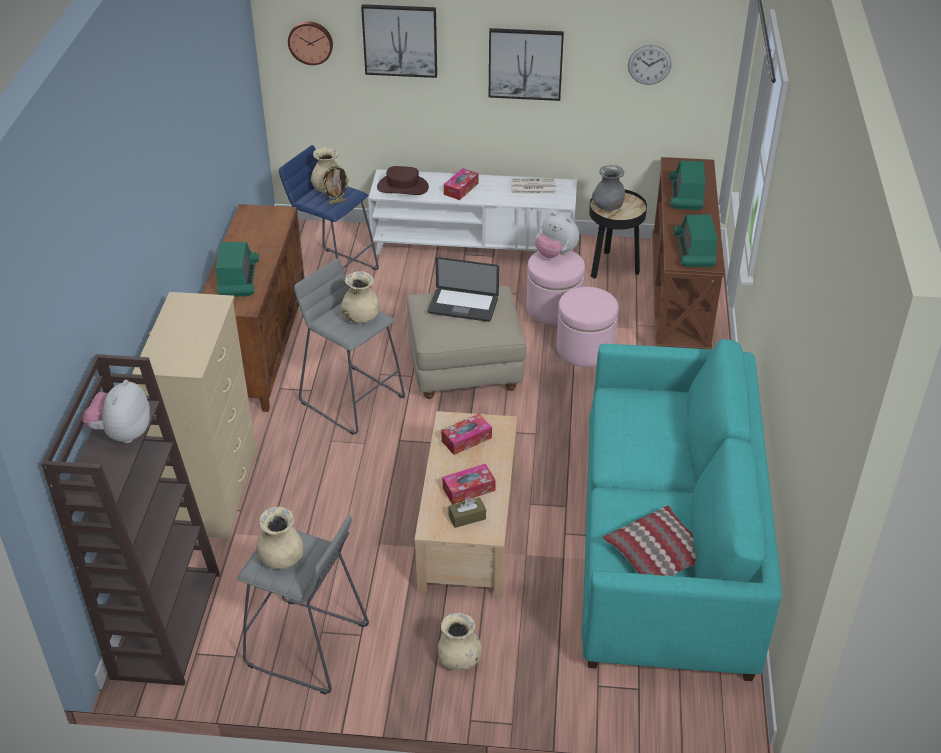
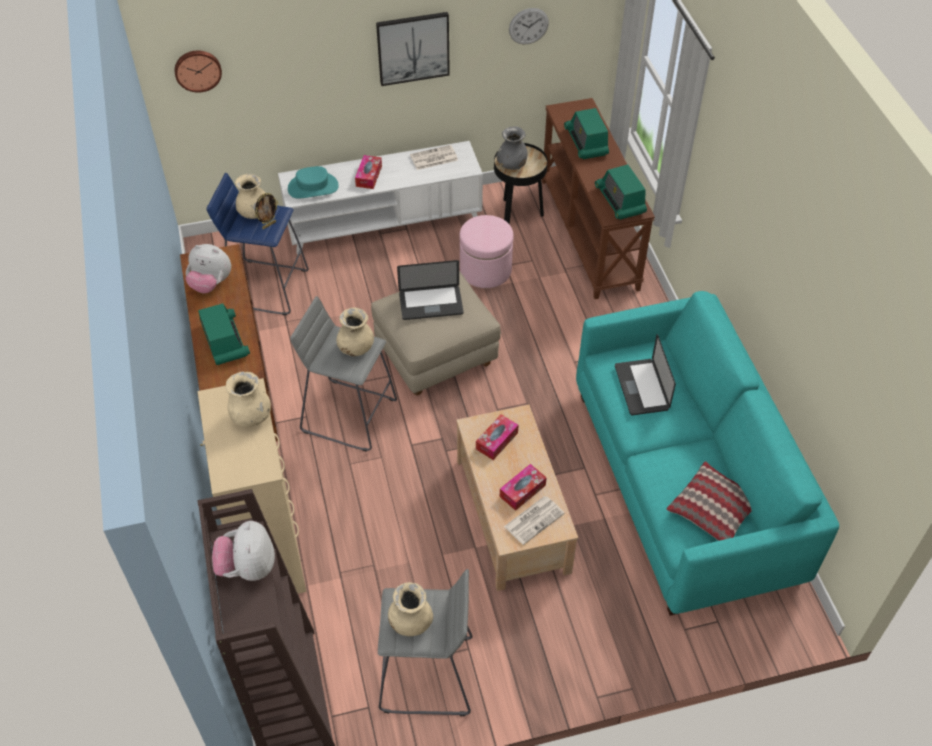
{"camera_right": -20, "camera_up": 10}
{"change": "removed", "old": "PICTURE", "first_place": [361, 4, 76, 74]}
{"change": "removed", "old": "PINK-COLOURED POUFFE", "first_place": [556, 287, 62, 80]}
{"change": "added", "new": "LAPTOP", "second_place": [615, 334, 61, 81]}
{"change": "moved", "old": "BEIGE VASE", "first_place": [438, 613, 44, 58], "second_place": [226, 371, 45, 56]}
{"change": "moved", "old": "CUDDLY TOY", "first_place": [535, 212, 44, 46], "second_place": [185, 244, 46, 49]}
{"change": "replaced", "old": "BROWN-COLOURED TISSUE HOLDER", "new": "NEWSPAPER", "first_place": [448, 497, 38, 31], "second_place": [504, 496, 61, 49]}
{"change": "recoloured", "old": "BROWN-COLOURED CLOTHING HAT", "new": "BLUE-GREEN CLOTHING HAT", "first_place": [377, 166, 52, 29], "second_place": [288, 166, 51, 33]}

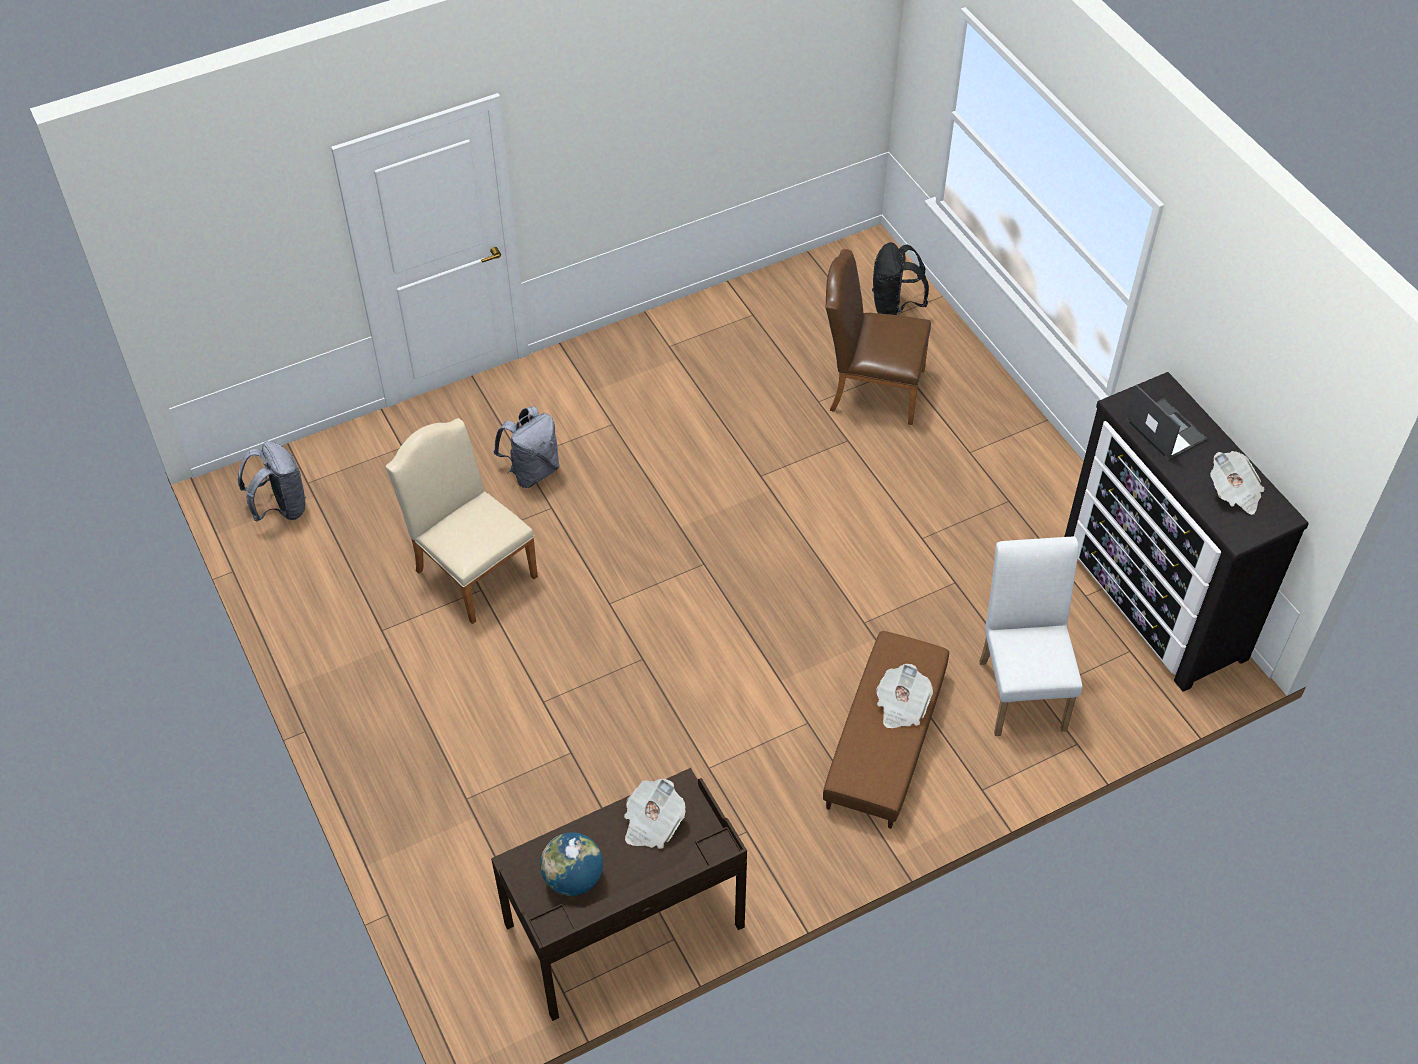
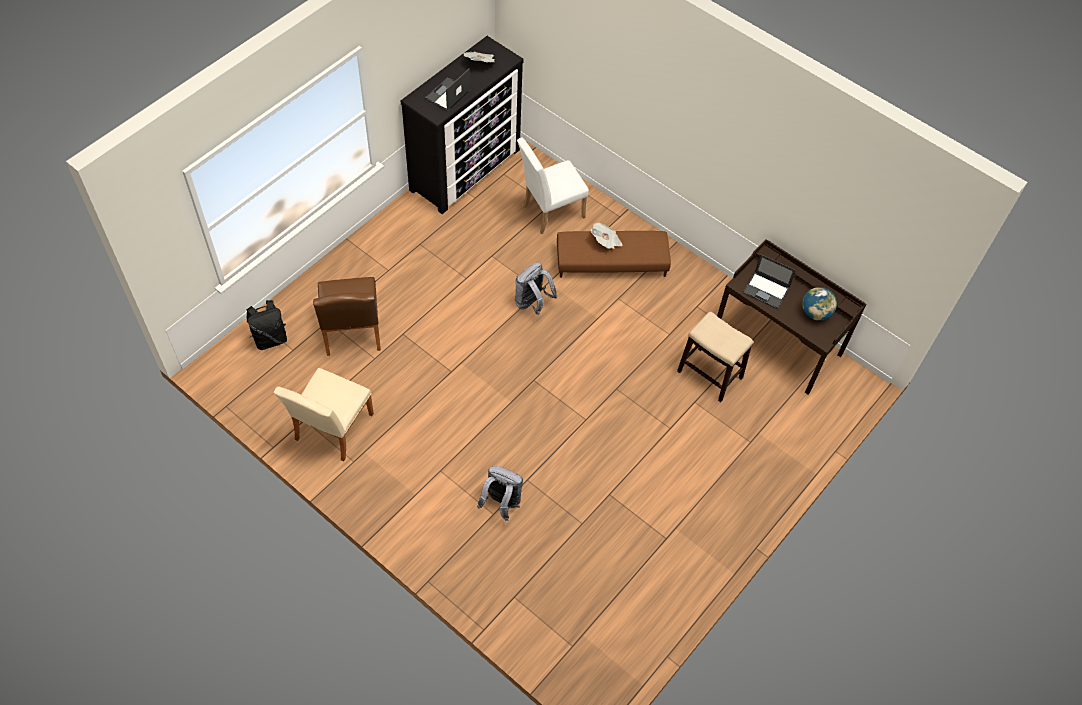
{"camera_right": -115, "camera_up": 5}
{"change": "added", "new": "STOOL SEAT", "second_place": [677, 312, 76, 90]}
{"change": "moved", "old": "GREY RUCKSACK", "first_place": [238, 441, 68, 81], "second_place": [515, 262, 42, 53]}
{"change": "moved", "old": "BEIGE PLAIN CHAIR", "first_place": [385, 418, 153, 206], "second_place": [274, 368, 100, 93]}
{"change": "replaced", "old": "NEWSPAPER", "new": "LAPTOP", "first_place": [624, 779, 62, 70], "second_place": [743, 254, 53, 55]}

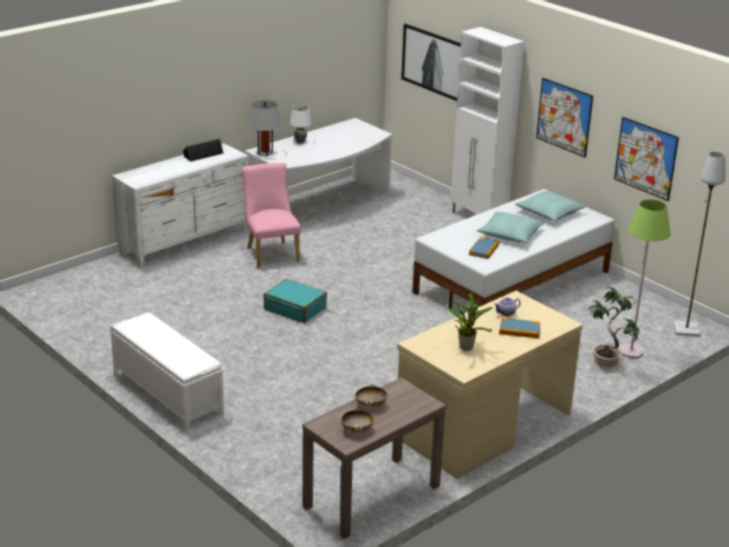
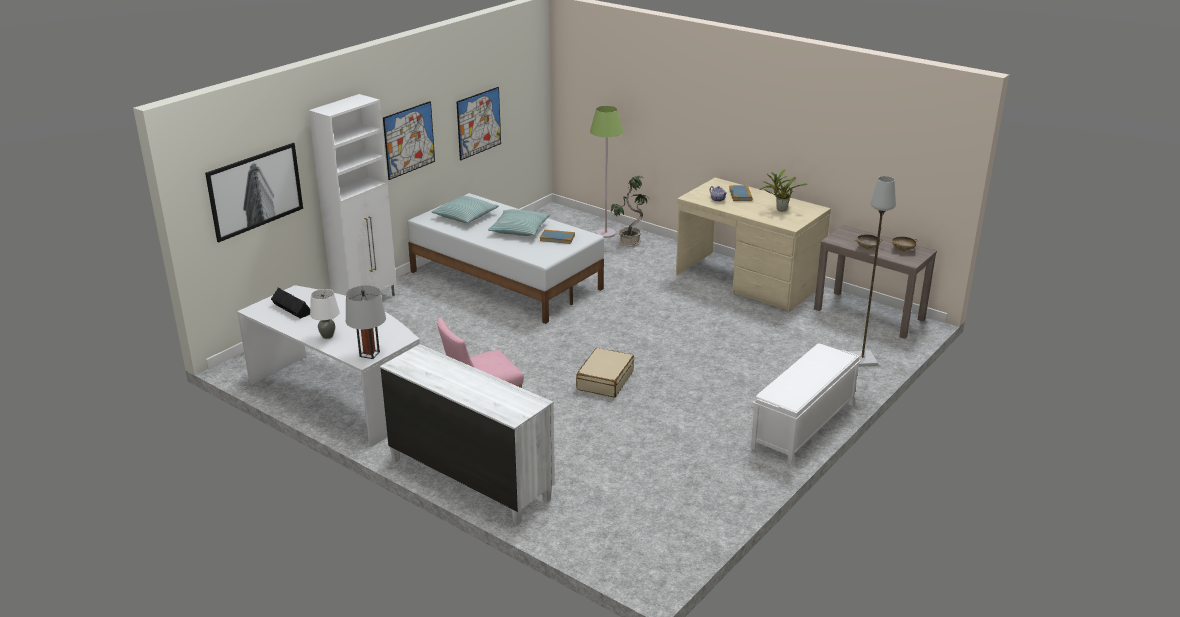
{"camera_right": -100, "camera_up": 0}
{"change": "moved", "old": "BLACK SPEAKER", "first_place": [183, 139, 41, 23], "second_place": [271, 287, 39, 32]}
{"change": "moved", "old": "GREY STANDING LAMP", "first_place": [673, 152, 52, 185], "second_place": [847, 176, 49, 191]}
{"change": "recoloured", "old": "BLUE-GREEN TRAVEL CASE", "new": "BEIGE TRAVEL CASE", "first_place": [263, 279, 64, 44], "second_place": [576, 348, 58, 49]}

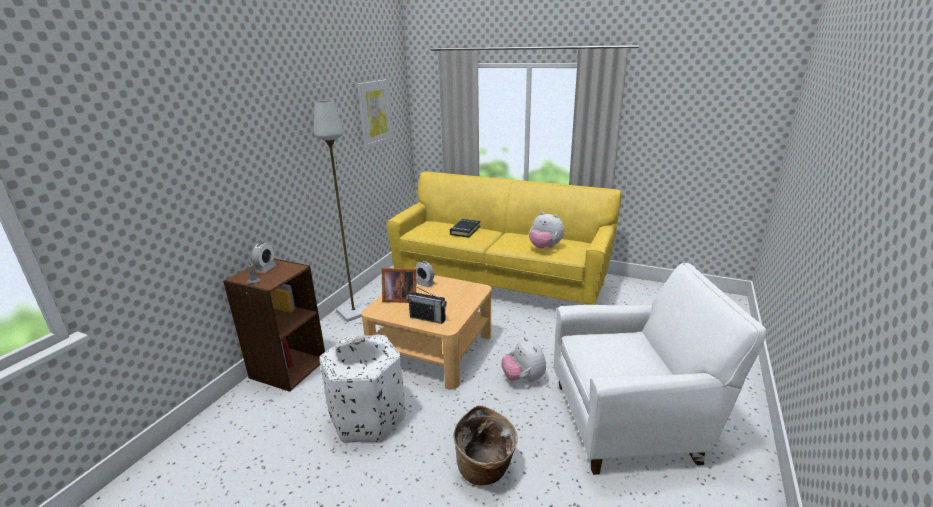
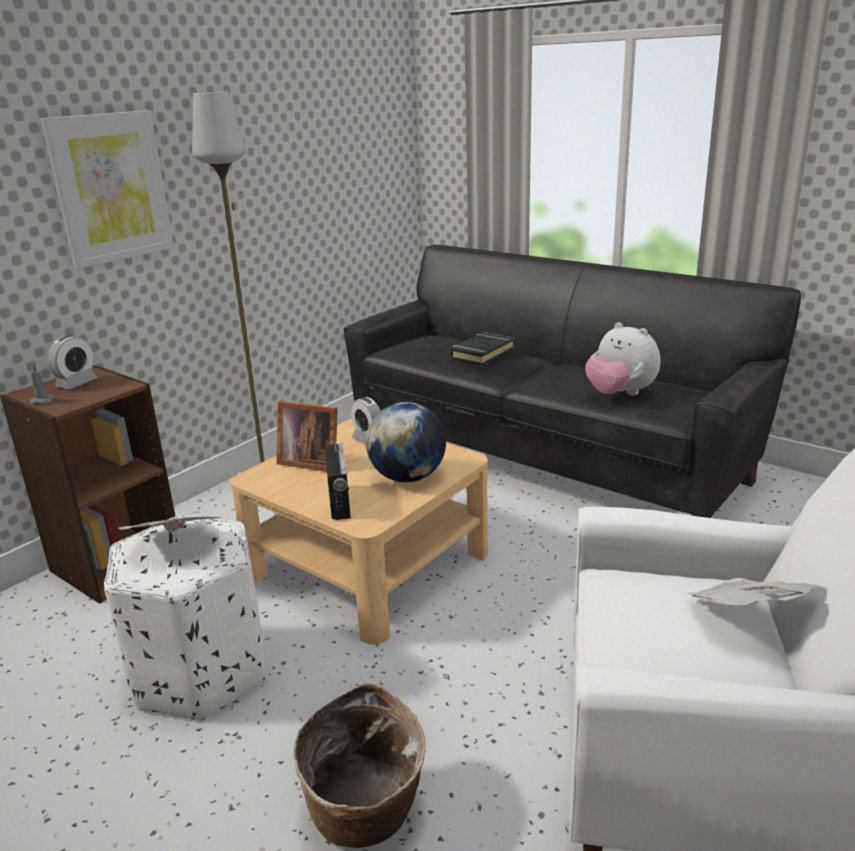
{"camera_right": 15, "camera_up": 0}
{"change": "removed", "old": "CUDDLY TOY", "first_place": [501, 337, 45, 45]}
{"change": "added", "new": "DESK GLOBE", "second_place": [366, 402, 80, 80]}
{"change": "added", "new": "NEWSPAPER", "second_place": [688, 578, 136, 27]}
{"change": "moved", "old": "PICTURE", "first_place": [357, 79, 36, 69], "second_place": [40, 110, 134, 159]}
{"change": "recoloured", "old": "YELLOW SETTEE", "new": "BLACK SETTEE", "first_place": [386, 172, 236, 133], "second_place": [344, 245, 457, 273]}
{"change": "turned", "old": "RADIO SET", "first_place": [406, 285, 41, 39], "second_place": [325, 443, 26, 77], "degrees": -135}

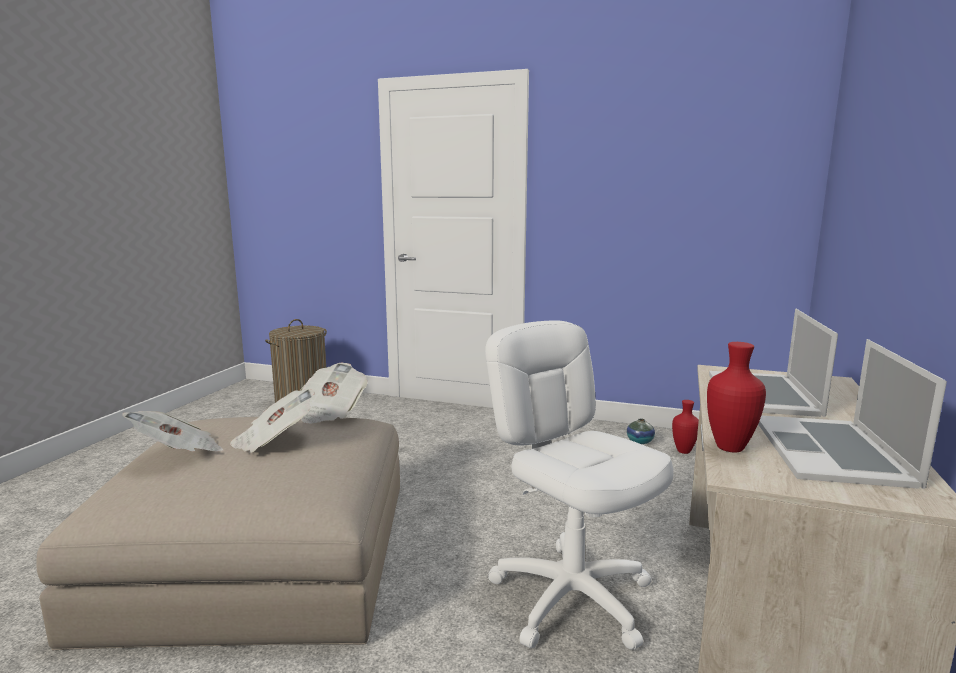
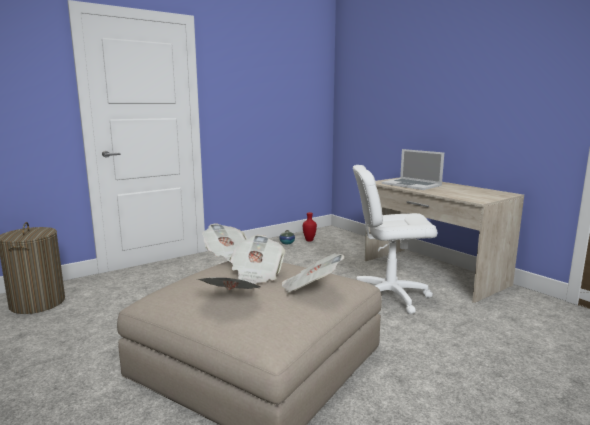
{"camera_right": -55, "camera_up": 0}
{"change": "removed", "old": "RED-COLOURED VASE", "first_place": [707, 342, 59, 111]}
{"change": "removed", "old": "LAPTOP", "first_place": [758, 339, 189, 150]}
{"change": "added", "new": "NEWSPAPER", "second_place": [281, 253, 63, 40]}

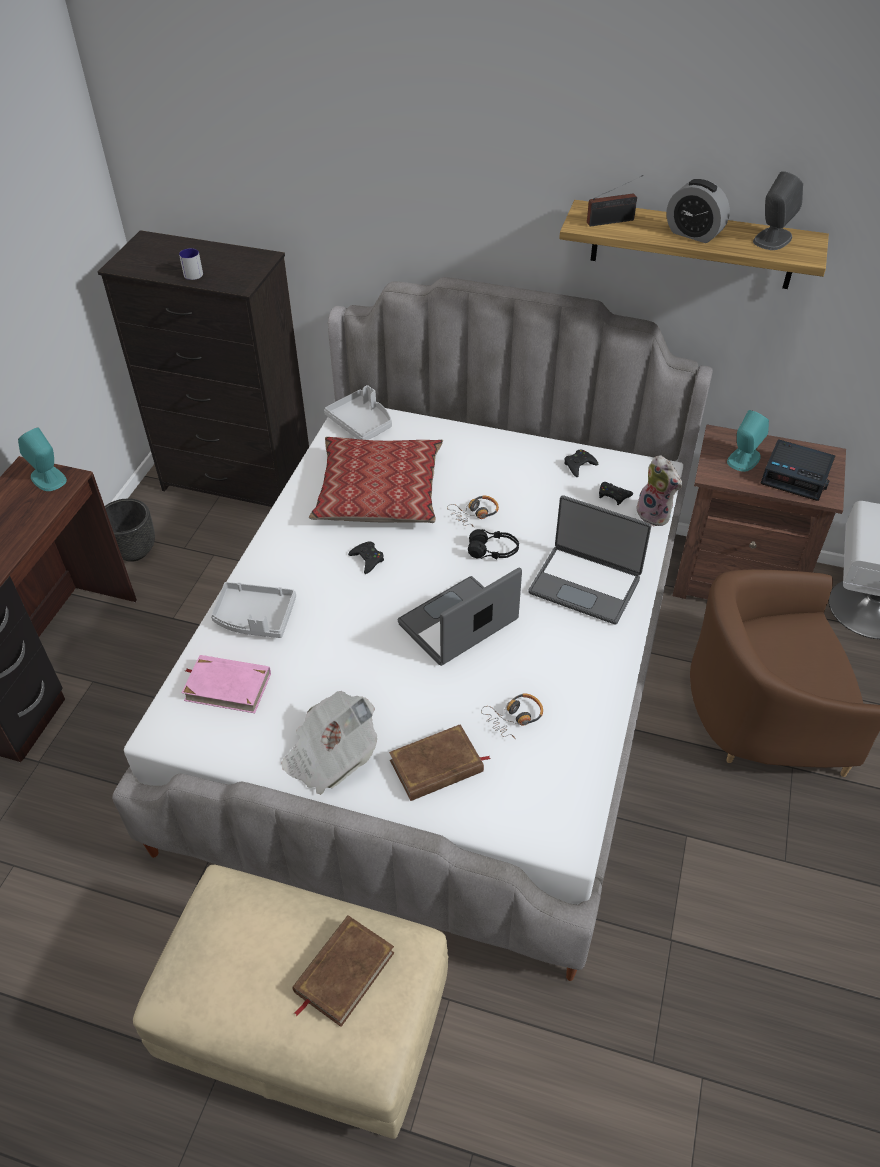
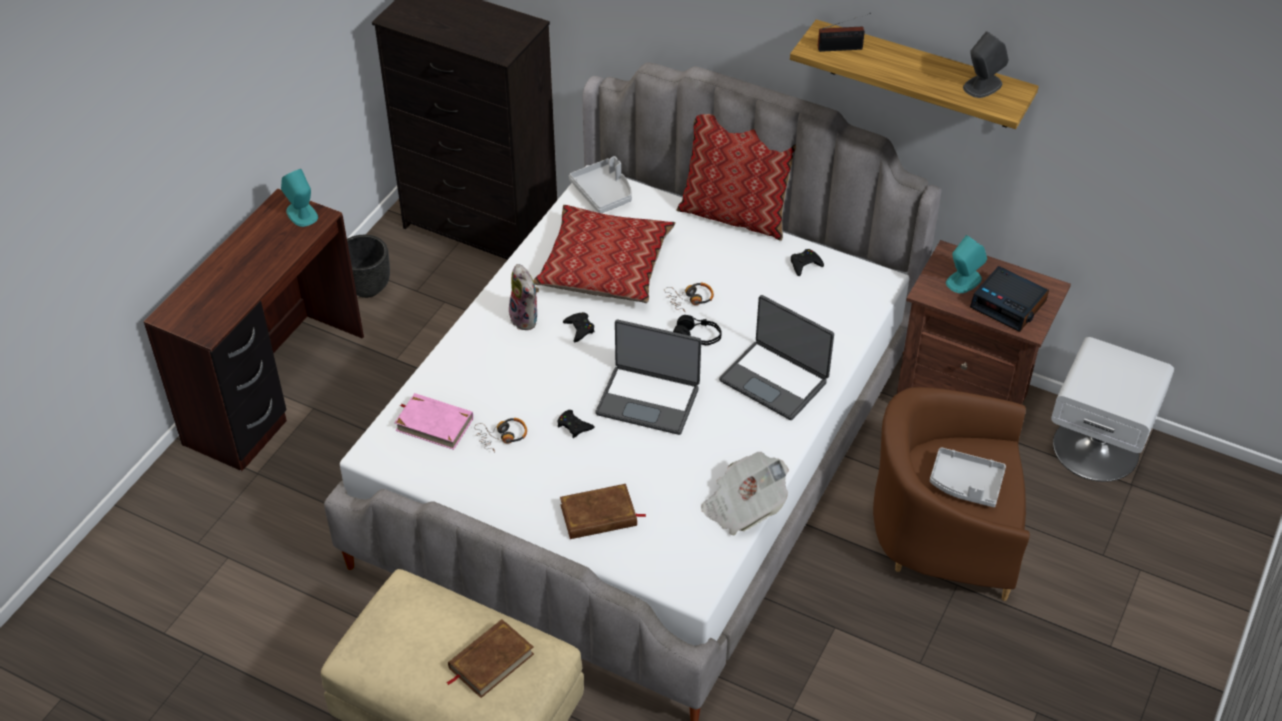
{"camera_right": 10, "camera_up": 0}
{"change": "removed", "old": "COFFEE MUG", "first_place": [179, 248, 24, 32]}
{"change": "removed", "old": "ALARM CLOCK", "first_place": [666, 179, 64, 64]}
{"change": "added", "new": "PILLOW", "second_place": [677, 114, 119, 127]}
{"change": "moved", "old": "GREY CARRYING TRAY", "first_place": [211, 582, 85, 56], "second_place": [930, 447, 76, 60]}
{"change": "moved", "old": "NEWSPAPER", "first_place": [281, 691, 97, 104], "second_place": [701, 452, 88, 84]}
{"change": "moved", "old": "HEADPHONES", "first_place": [481, 693, 62, 47], "second_place": [474, 418, 53, 34]}
{"change": "moved", "old": "BLACK GAME CONTROLLER", "first_place": [599, 482, 34, 23], "second_place": [557, 410, 38, 28]}
{"change": "moved", "old": "CUDDLY TOY", "first_place": [635, 455, 47, 71], "second_place": [509, 264, 30, 66]}
{"change": "turned", "old": "LAPTOP", "first_place": [397, 567, 125, 99], "second_place": [595, 320, 106, 115], "degrees": -135}

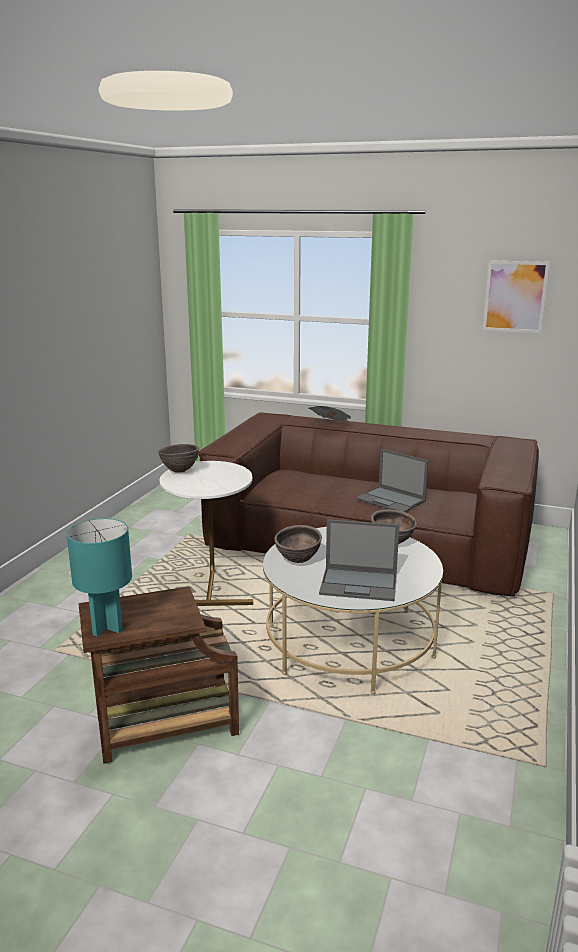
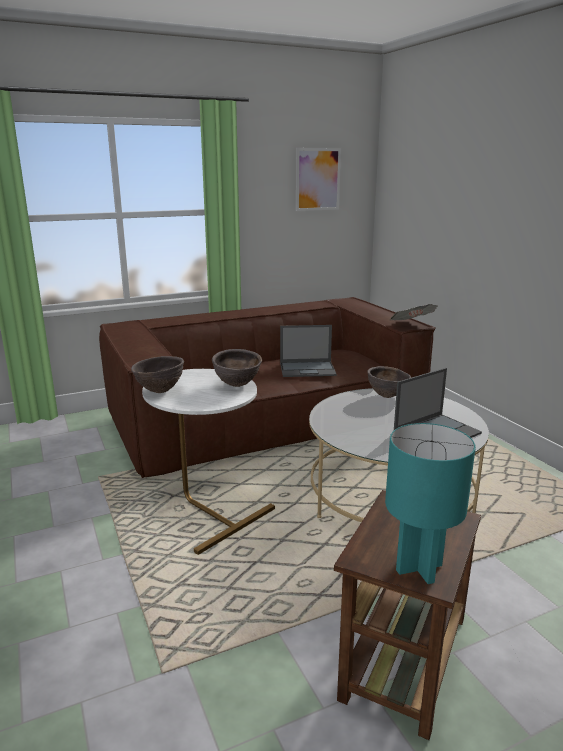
{"camera_right": -45, "camera_up": 0}
{"change": "moved", "old": "BROWN-COLOURED BOWL", "first_place": [274, 525, 48, 38], "second_place": [212, 349, 50, 38]}
{"change": "moved", "old": "NEWSPAPER", "first_place": [309, 406, 42, 15], "second_place": [390, 304, 48, 17]}

